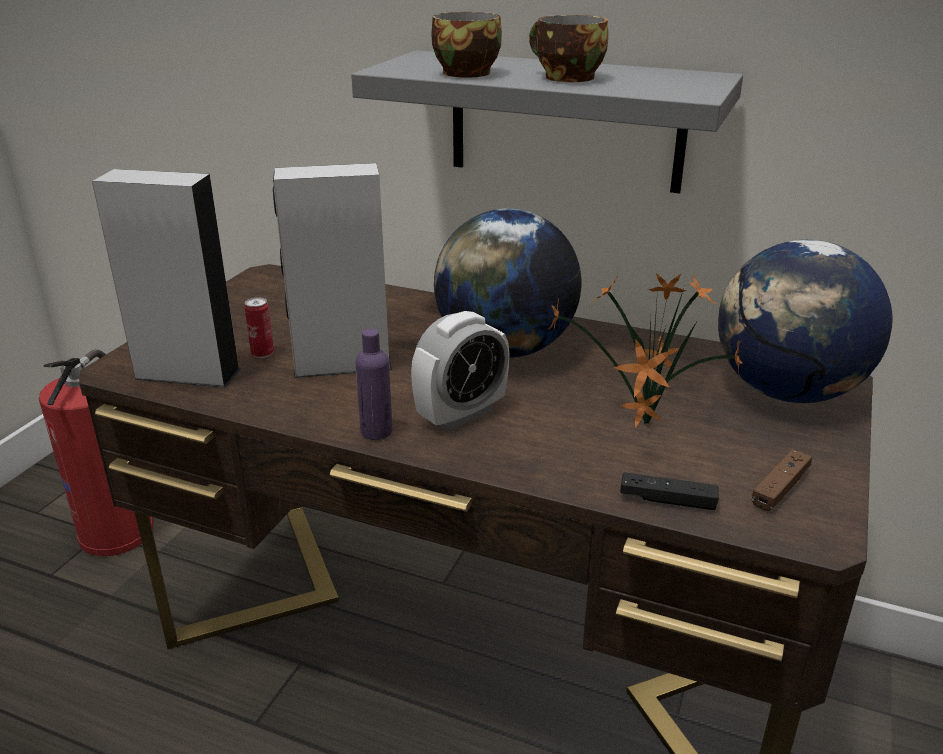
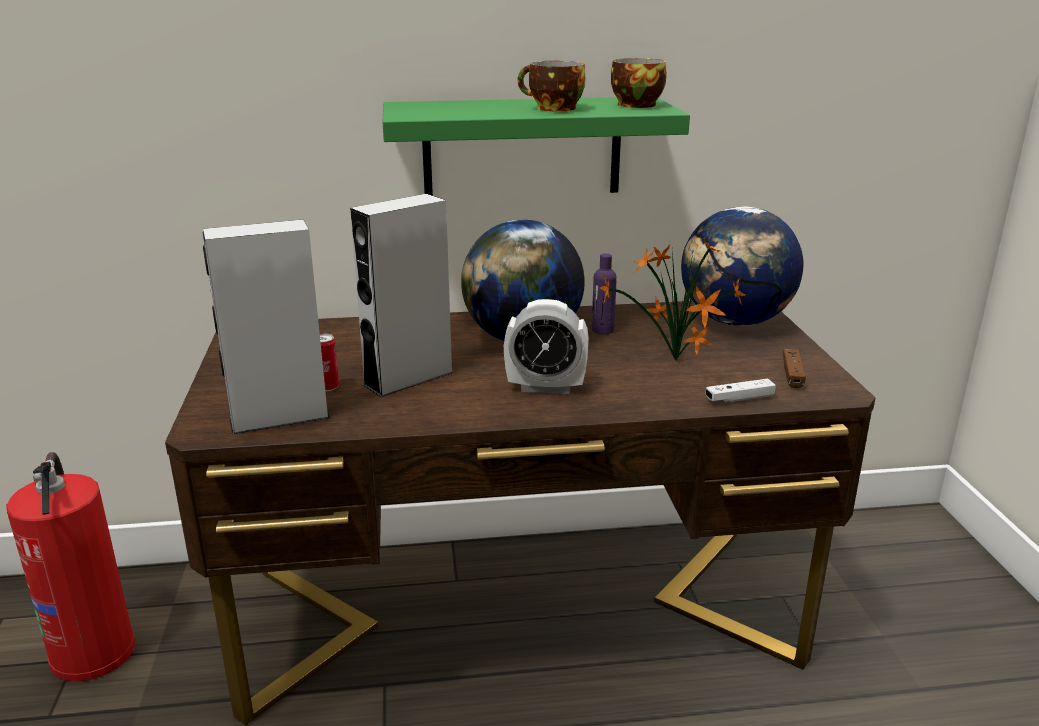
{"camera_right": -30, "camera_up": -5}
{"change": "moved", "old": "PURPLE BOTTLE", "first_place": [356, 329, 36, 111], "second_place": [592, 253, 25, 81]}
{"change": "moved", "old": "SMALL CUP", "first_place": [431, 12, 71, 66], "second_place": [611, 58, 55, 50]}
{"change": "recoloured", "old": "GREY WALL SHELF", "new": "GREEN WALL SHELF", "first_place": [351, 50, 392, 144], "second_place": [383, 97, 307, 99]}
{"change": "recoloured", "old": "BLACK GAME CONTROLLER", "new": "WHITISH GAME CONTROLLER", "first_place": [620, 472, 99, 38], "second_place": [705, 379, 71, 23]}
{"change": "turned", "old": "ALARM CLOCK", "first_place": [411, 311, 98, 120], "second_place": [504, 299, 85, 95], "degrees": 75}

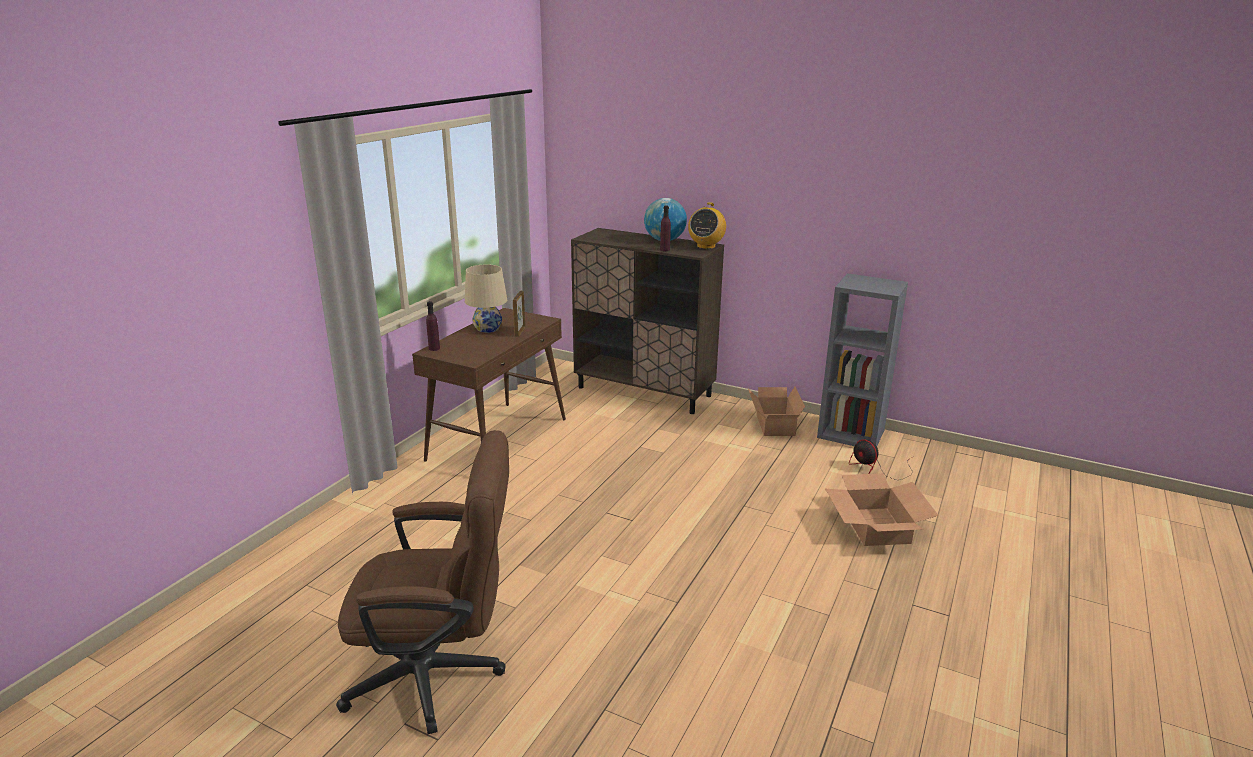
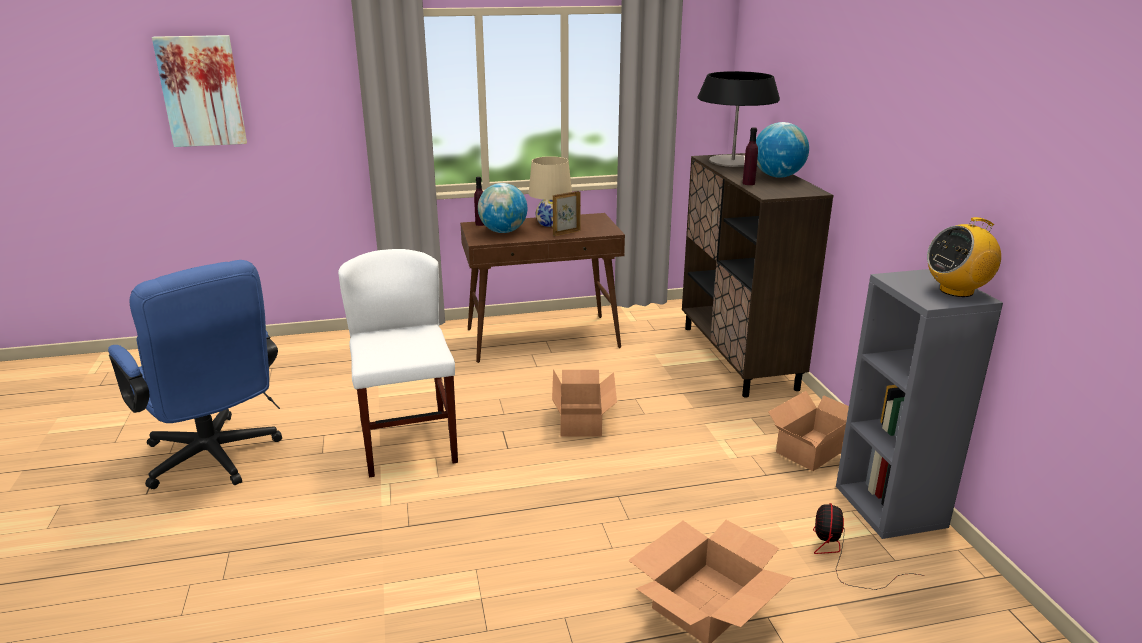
{"camera_right": 50, "camera_up": 0}
{"change": "added", "new": "PICTURE", "second_place": [152, 35, 95, 112]}
{"change": "added", "new": "WHITISH PLAIN CHAIR", "second_place": [338, 249, 120, 229]}
{"change": "added", "new": "DESK GLOBE", "second_place": [478, 183, 49, 50]}
{"change": "added", "new": "PACKING BOX", "second_place": [552, 369, 65, 67]}
{"change": "added", "new": "TABLETOP LAMP", "second_place": [698, 71, 82, 96]}
{"change": "moved", "old": "RADIO SET", "first_place": [688, 202, 38, 47], "second_place": [927, 217, 74, 80]}
{"change": "recoloured", "old": "BROWN-COLOURED DESK CHAIR", "new": "BLUE DESK CHAIR", "first_place": [336, 430, 173, 304], "second_place": [108, 260, 174, 229]}

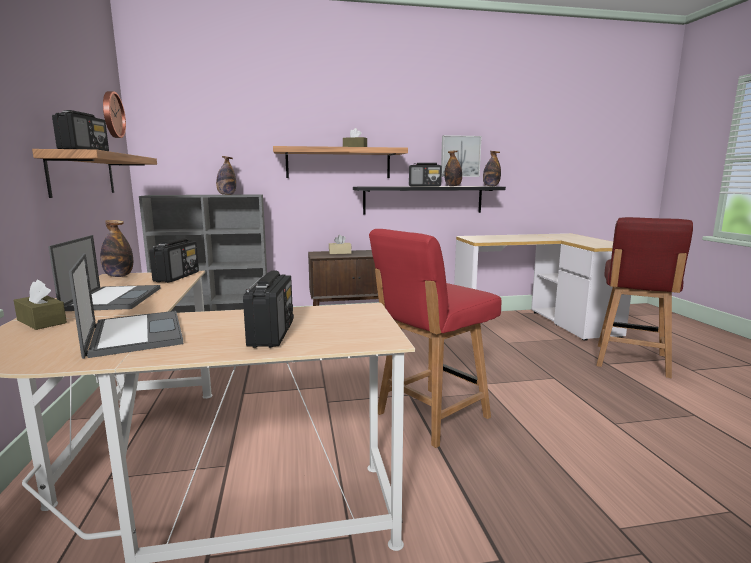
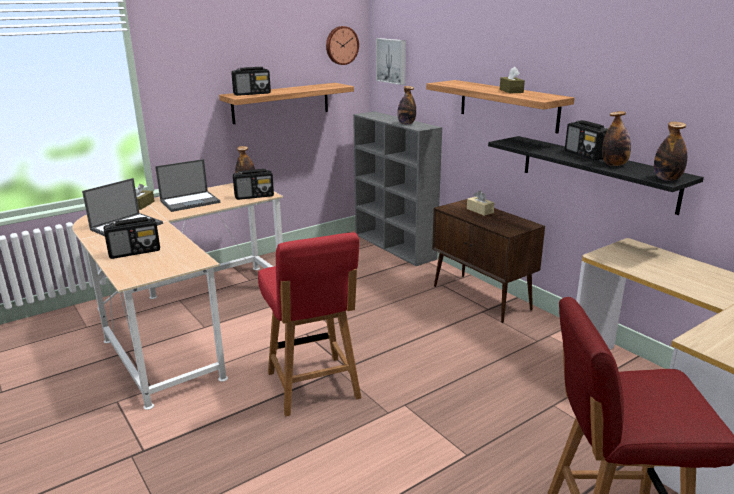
{"camera_right": 65, "camera_up": 10}
{"change": "moved", "old": "PICTURE", "first_place": [441, 135, 41, 42], "second_place": [376, 38, 30, 47]}
{"change": "turned", "old": "RED-COLOURED PLAIN CHAIR", "first_place": [369, 229, 133, 219], "second_place": [258, 232, 103, 185], "degrees": -135}

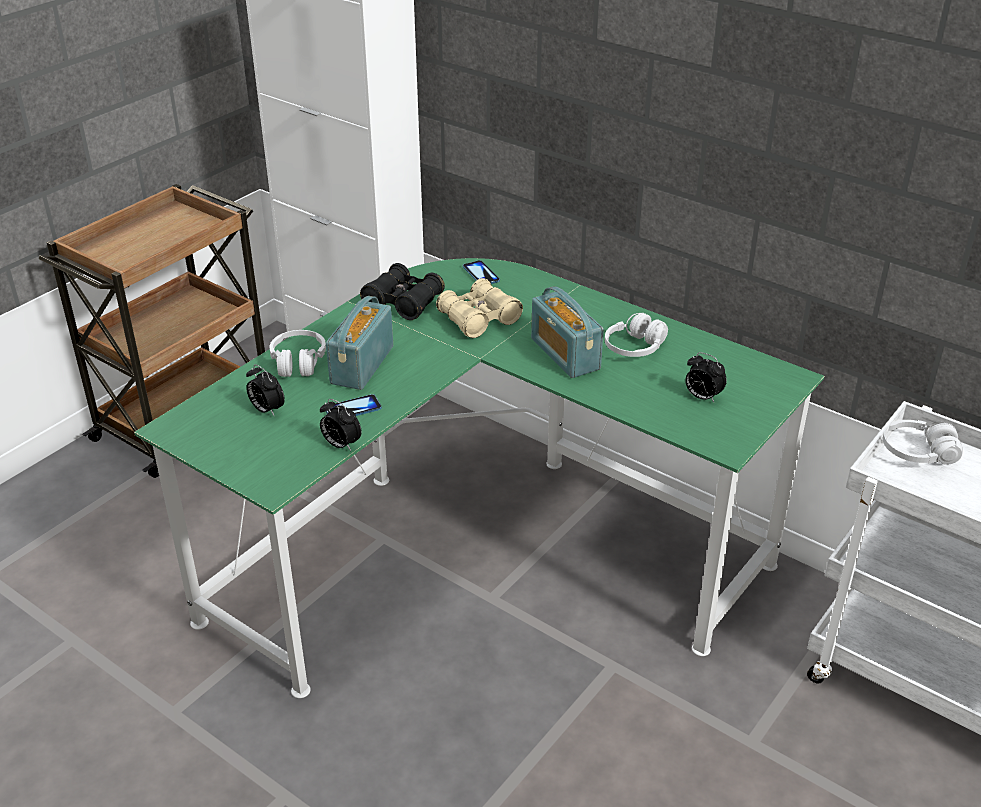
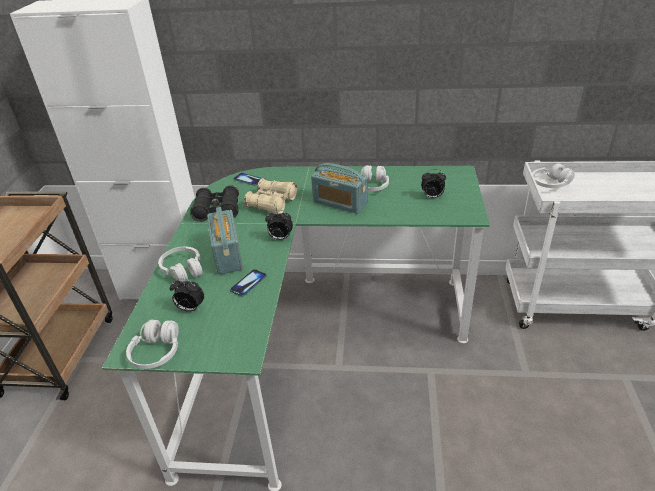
{"camera_right": -30, "camera_up": 0}
{"change": "added", "new": "WHITISH HEADPHONES", "second_place": [126, 320, 53, 49]}
{"change": "moved", "old": "ALARM CLOCK", "first_place": [320, 399, 42, 52], "second_place": [265, 210, 28, 30]}

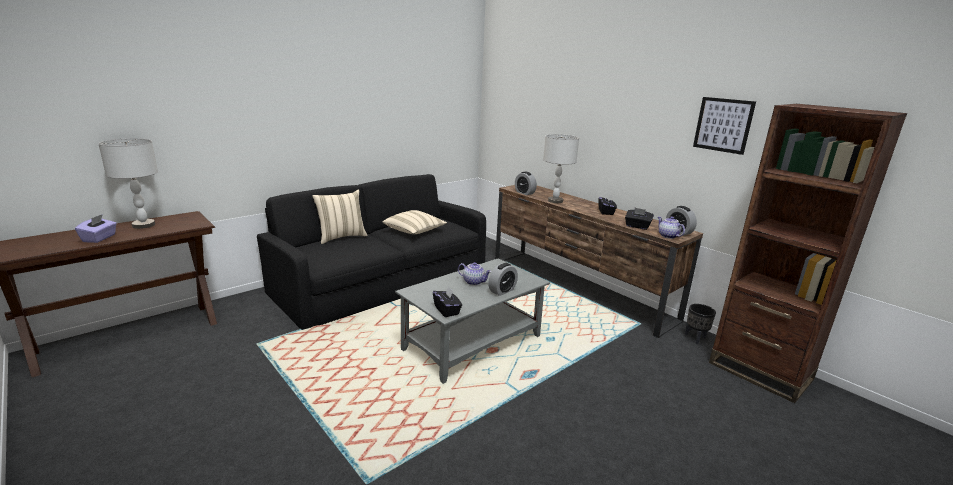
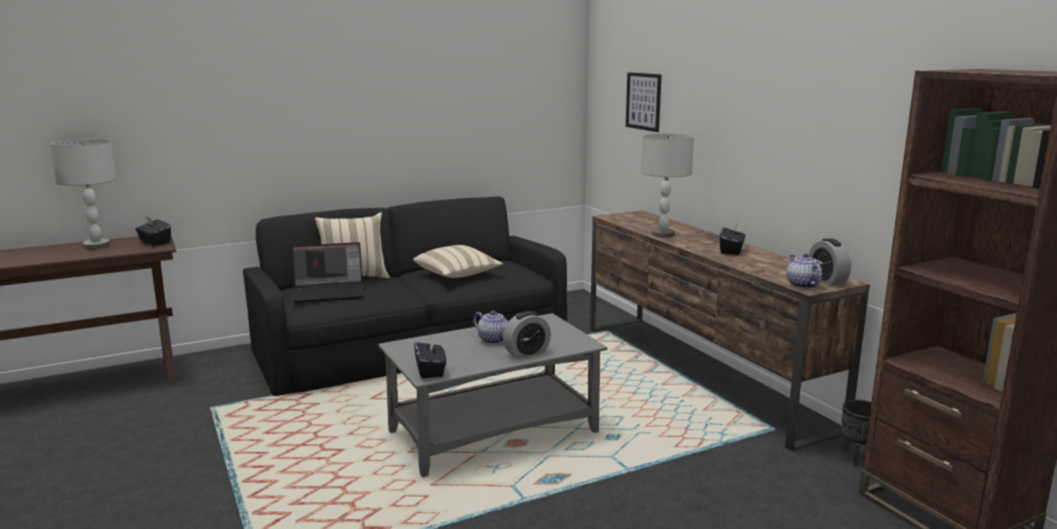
{"camera_right": 15, "camera_up": -5}
{"change": "removed", "old": "PURPLE TISSUE HOLDER", "first_place": [75, 214, 42, 29]}
{"change": "removed", "old": "ALARM CLOCK", "first_place": [515, 172, 22, 23]}
{"change": "added", "new": "LAPTOP", "second_place": [291, 242, 73, 61]}
{"change": "moved", "old": "BLACK TISSUE HOLDER", "first_place": [625, 208, 29, 22], "second_place": [135, 216, 36, 30]}
{"change": "moved", "old": "PICTURE", "first_place": [693, 97, 63, 58], "second_place": [626, 72, 36, 60]}

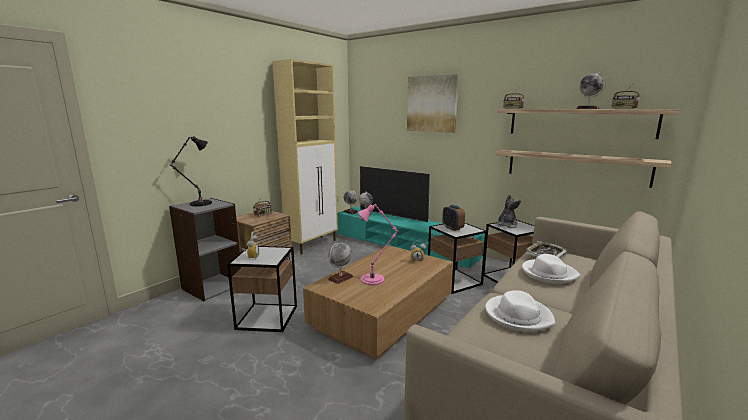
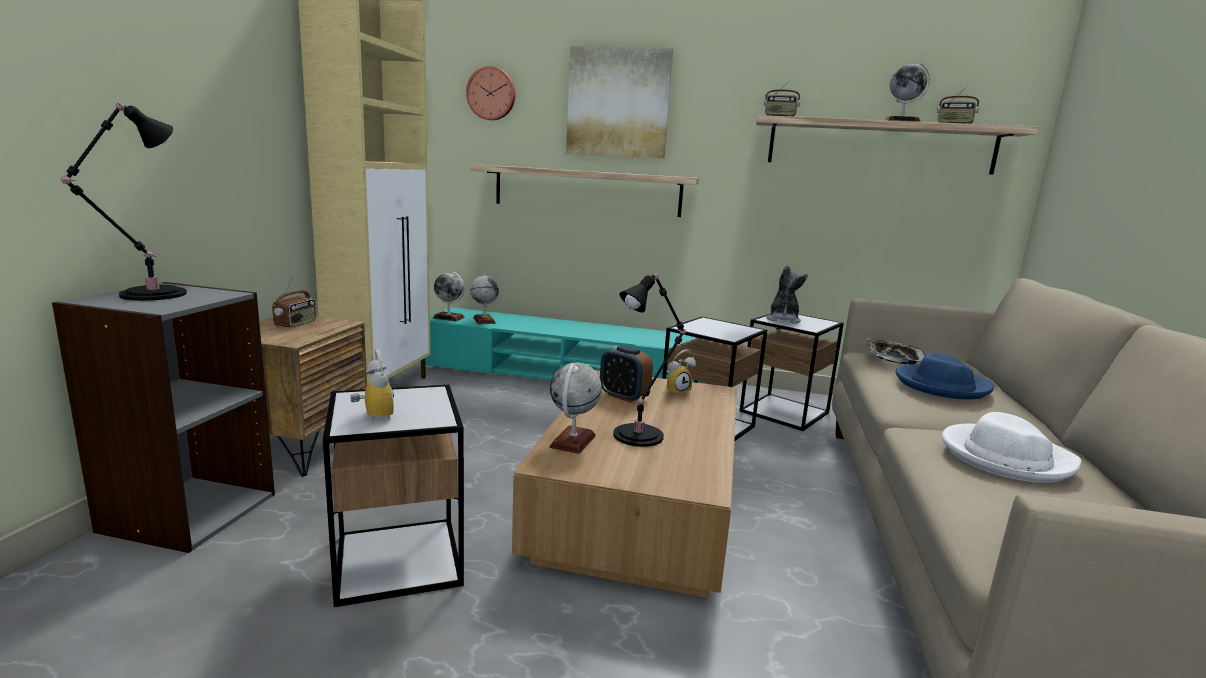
{"camera_right": -25, "camera_up": 0}
{"change": "removed", "old": "TV SET", "first_place": [360, 166, 70, 56]}
{"change": "added", "new": "CLOCK ON THE WALL", "second_place": [466, 66, 50, 54]}
{"change": "moved", "old": "ALARM CLOCK", "first_place": [442, 205, 23, 26], "second_place": [600, 345, 53, 57]}
{"change": "moved", "old": "WALL SHELF", "first_place": [496, 150, 176, 38], "second_place": [471, 164, 228, 53]}
{"change": "recoloured", "old": "PINK-COLOURED TABLETOP LAMP", "new": "BLACK TABLETOP LAMP", "first_place": [357, 204, 42, 81], "second_place": [613, 273, 73, 174]}
{"change": "recoloured", "old": "WHITISH CLOTHING HAT", "new": "BLUE CLOTHING HAT", "first_place": [522, 254, 58, 30], "second_place": [896, 353, 98, 47]}

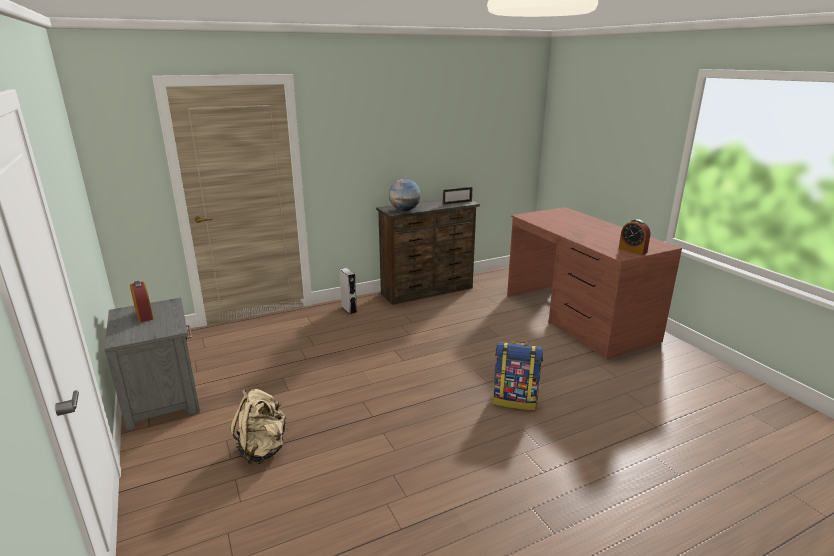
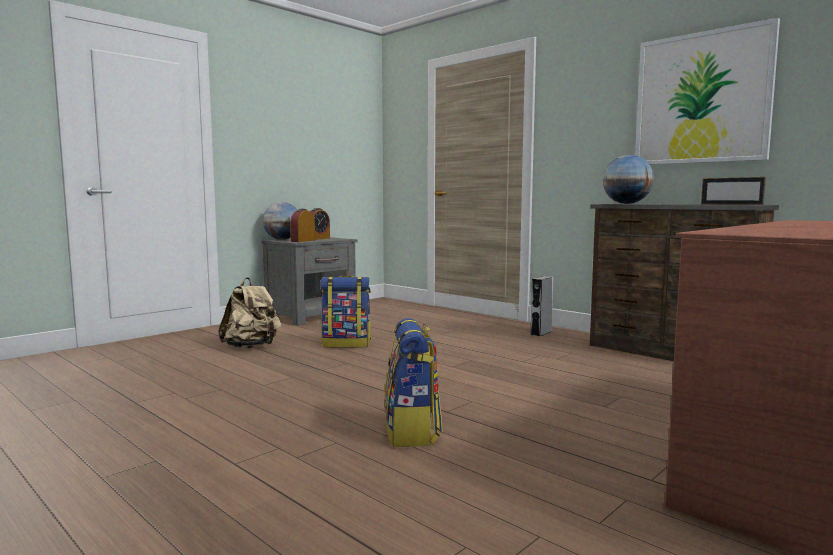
{"camera_right": 70, "camera_up": -15}
{"change": "added", "new": "DESK GLOBE", "second_place": [263, 202, 34, 38]}
{"change": "added", "new": "RUCKSACK", "second_place": [320, 276, 51, 72]}
{"change": "added", "new": "PICTURE", "second_place": [635, 18, 145, 147]}
{"change": "moved", "old": "ALARM CLOCK", "first_place": [619, 219, 31, 36], "second_place": [290, 209, 25, 33]}

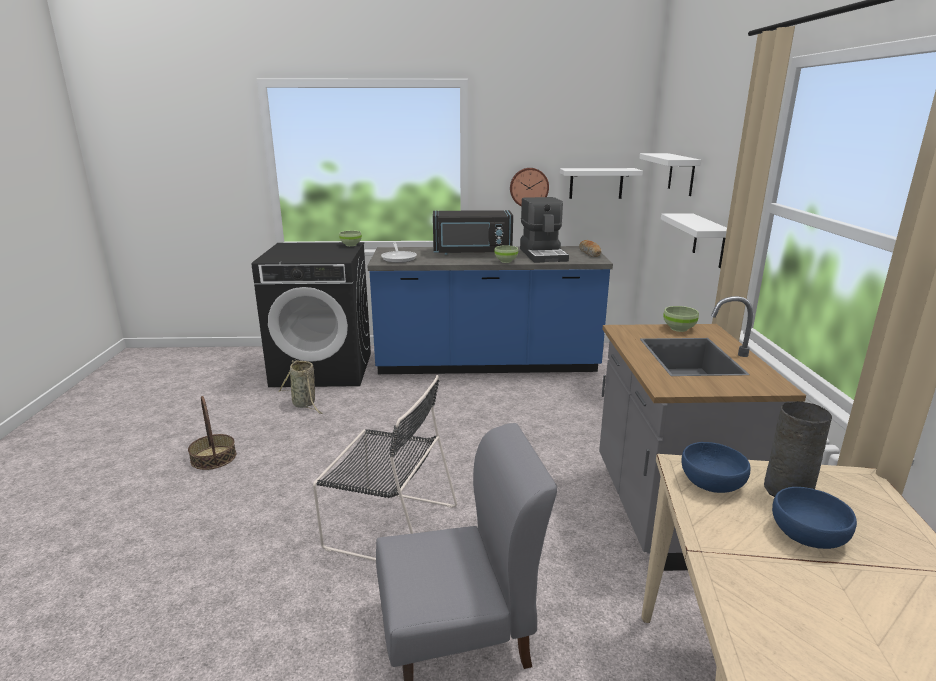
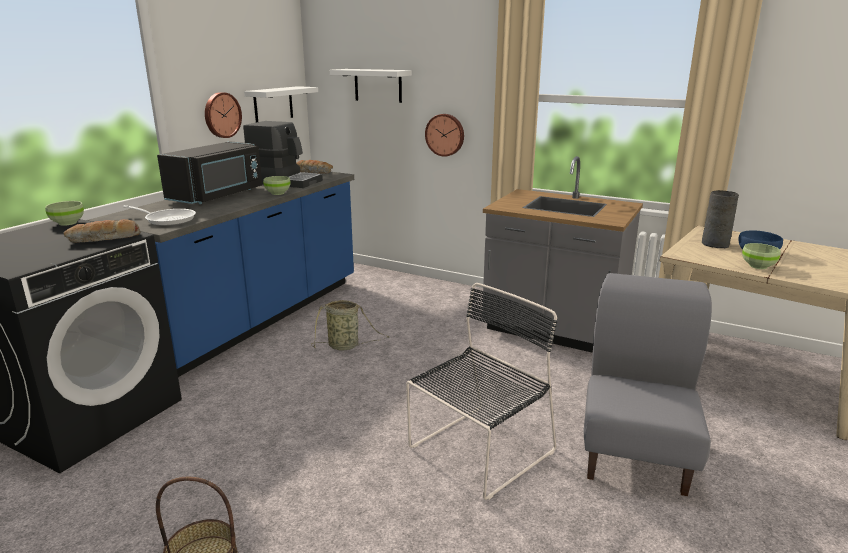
{"camera_right": -60, "camera_up": 0}
{"change": "removed", "old": "BLUE BOWL", "first_place": [682, 442, 68, 51]}
{"change": "added", "new": "BAKERY BREAD", "second_place": [64, 219, 76, 24]}
{"change": "moved", "old": "STORAGE BASKET", "first_place": [278, 360, 45, 54], "second_place": [311, 300, 78, 50]}
{"change": "moved", "old": "GREEN BOWL", "first_place": [663, 306, 36, 26], "second_place": [742, 243, 39, 26]}
{"change": "replaced", "old": "WHITISH WALL SHELF", "new": "CLOCK ON THE WALL", "first_place": [661, 213, 66, 55], "second_place": [425, 114, 39, 43]}

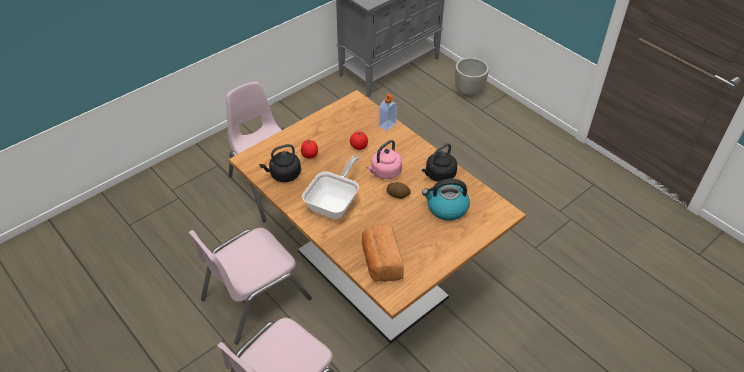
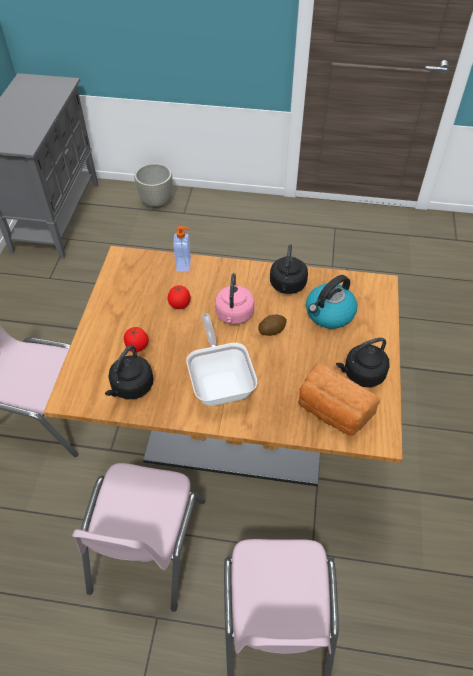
{"camera_right": -40, "camera_up": 5}
{"change": "added", "new": "BLACK WATER KETTLE", "second_place": [336, 337, 54, 50]}

